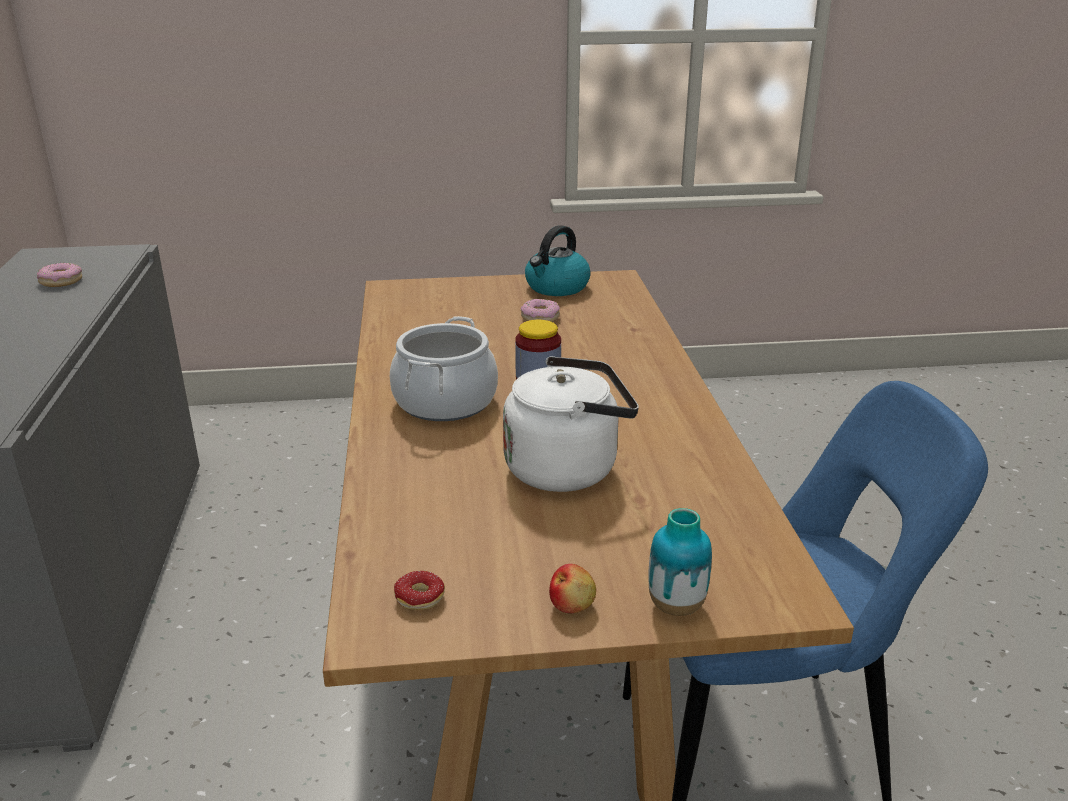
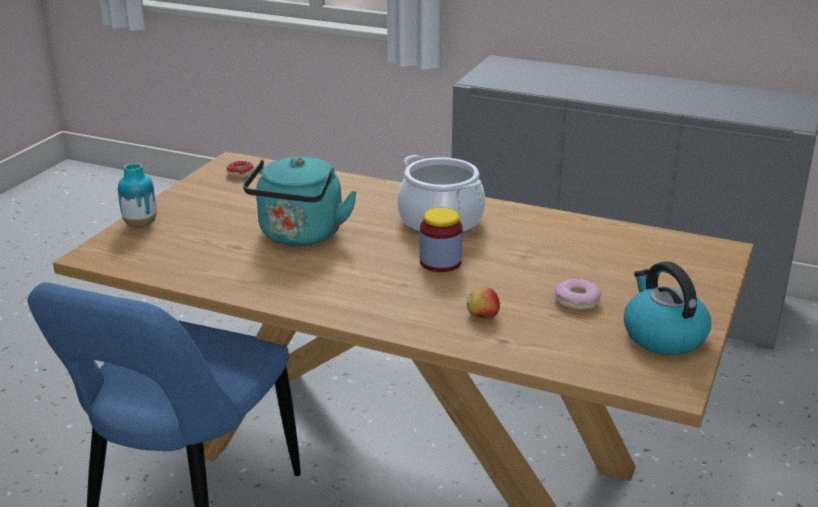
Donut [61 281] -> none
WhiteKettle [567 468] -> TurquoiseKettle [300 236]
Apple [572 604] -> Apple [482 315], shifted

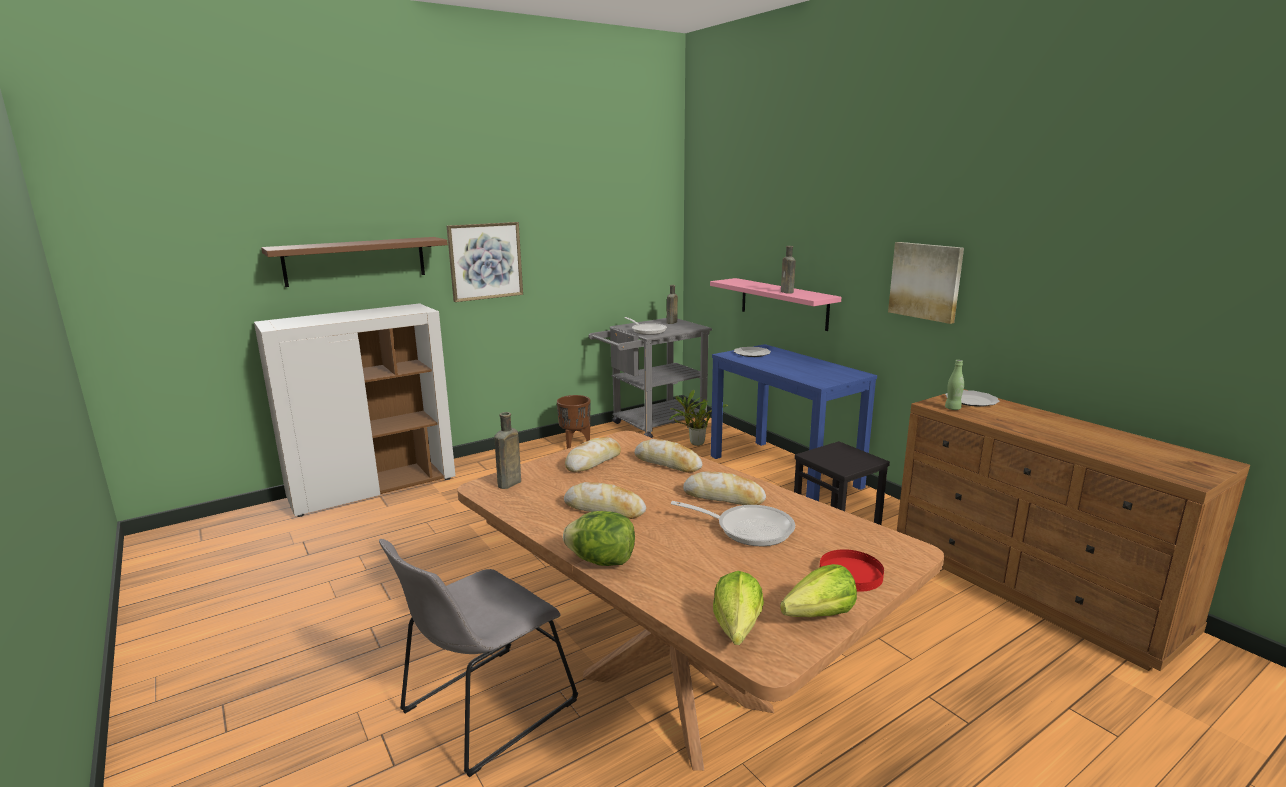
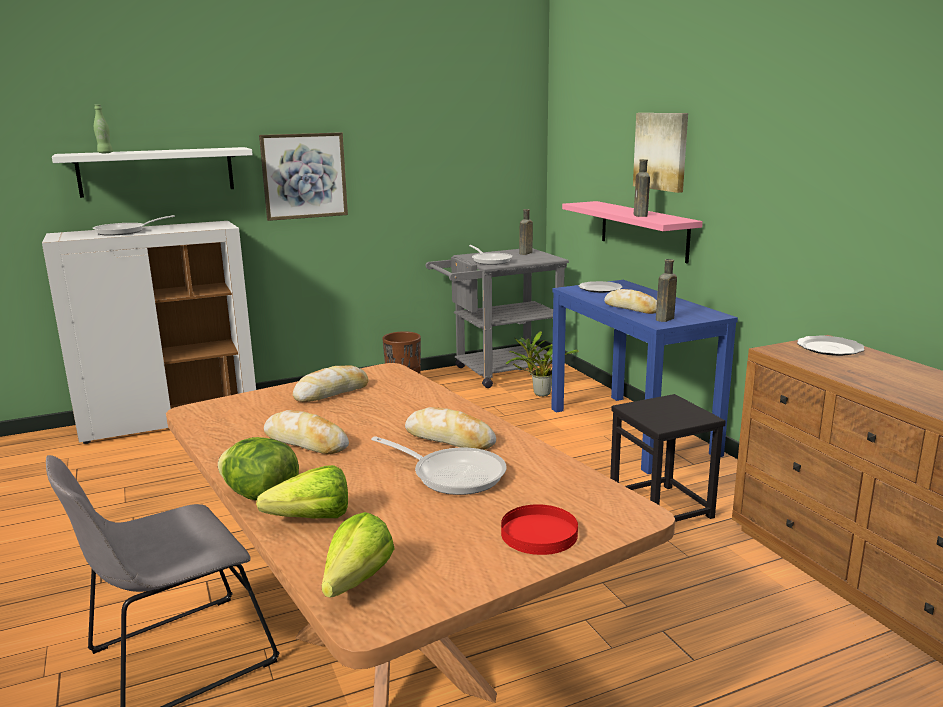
BrownShelf [355 261] -> WhiteShelf [156 171]
BrownBottle [508 484] -> BrownBottle [664 319], shifted
Bread [667 463] -> Bread [631 308], shifted
Lettuce [812 617] -> Lettuce [304 519], shifted
Picture [926 281] -> Picture [661 151], shifted
GreenBottle [952 408] -> GreenBottle [105 153], shifted
none -> FryingPan [125 231]

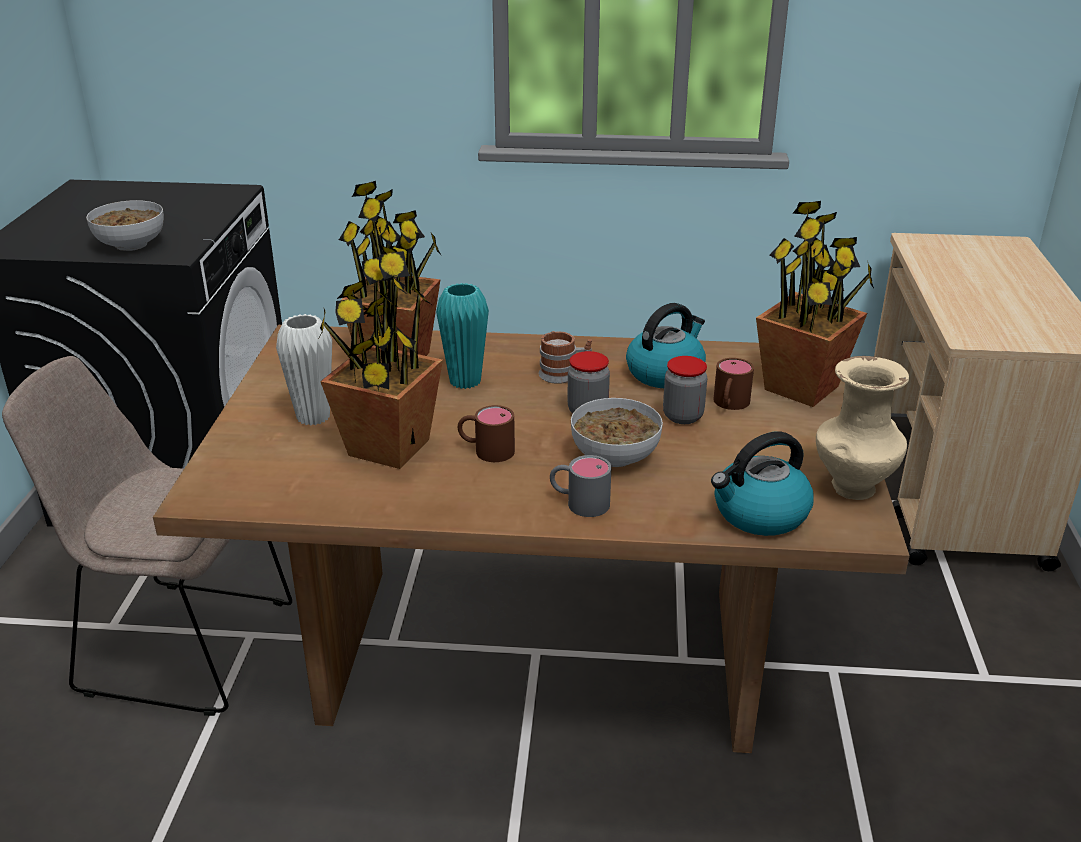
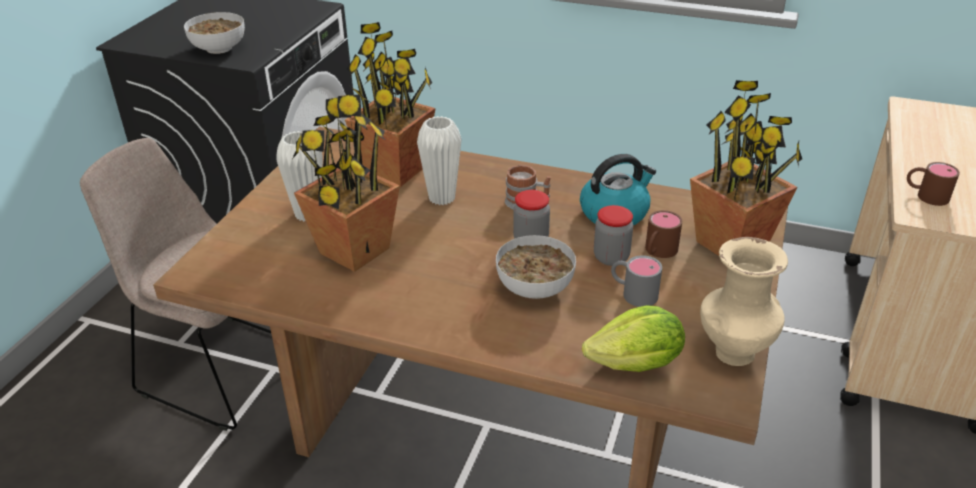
TurquoiseVase [465 381] -> WhiteVase [442 198]
BrownMug [486 450] -> BrownMug [925 195], shifted
GreyMug [579 502] -> GreyMug [633 292], shifted
Kettle [759 514] -> Lettuce [636 364]

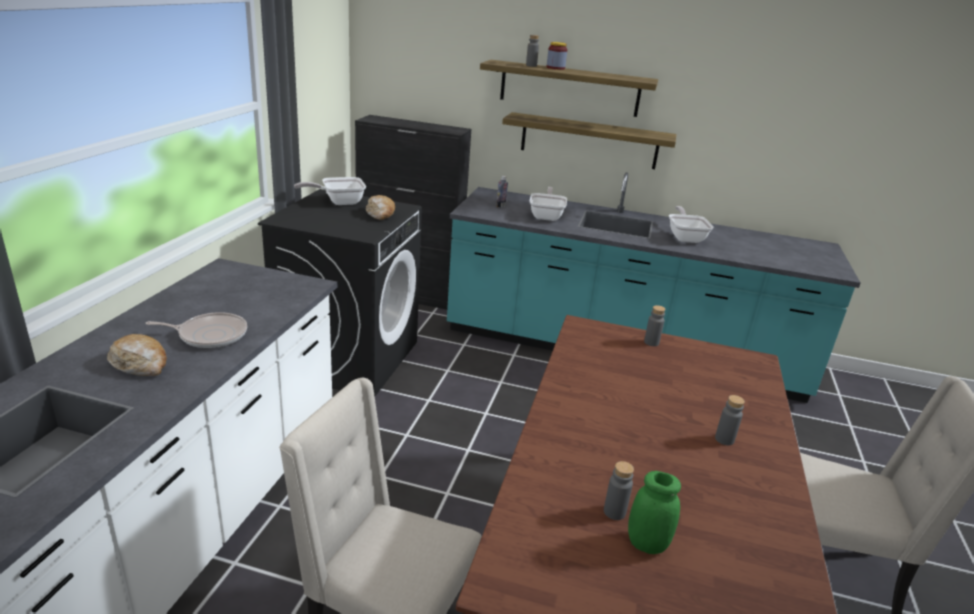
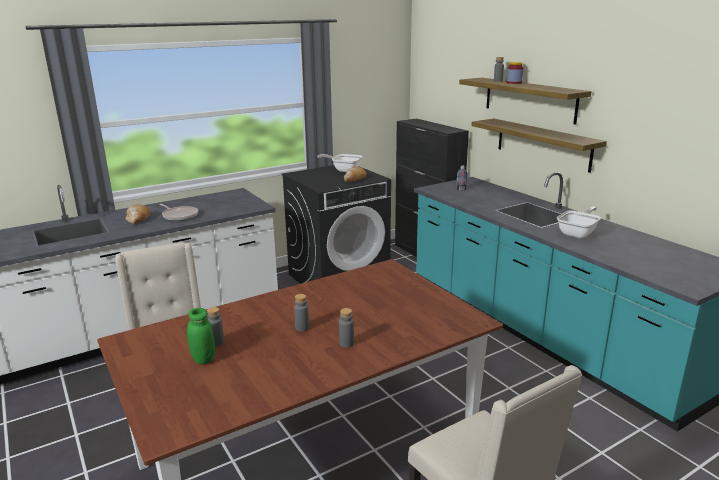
FryingPan [547 216] -> none
GreyBottle [651 342] -> GreyBottle [302 328], shifted

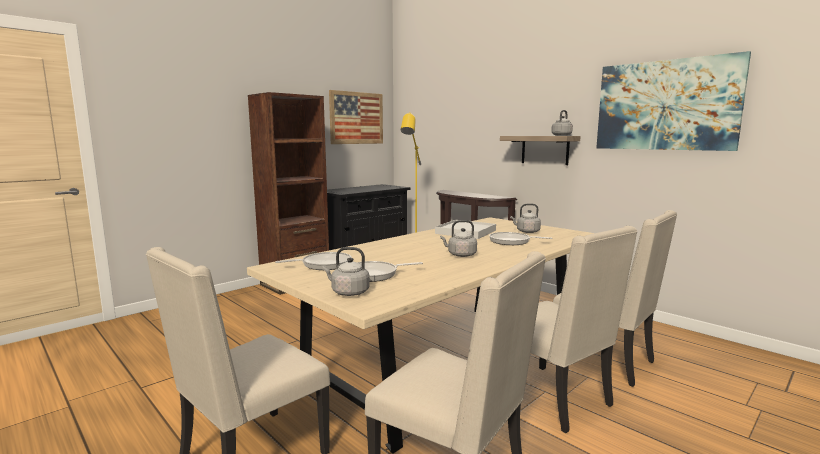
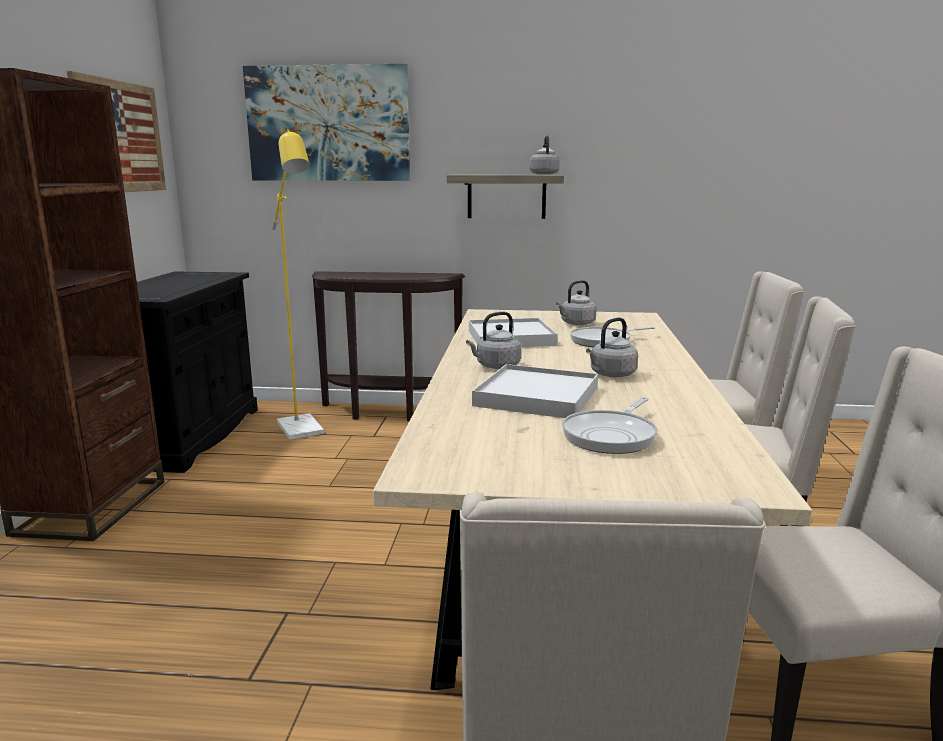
FryingPan [323 264] -> none
GreyKettle [348 292] -> GreyKettle [496 366], shifted
Picture [665 105] -> Picture [328 124], shifted
none -> WhiteTray [537 397]

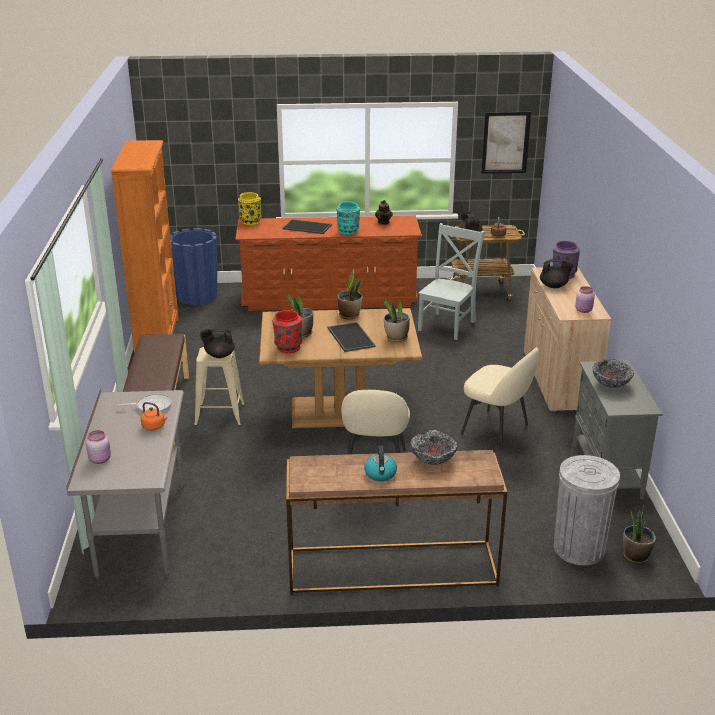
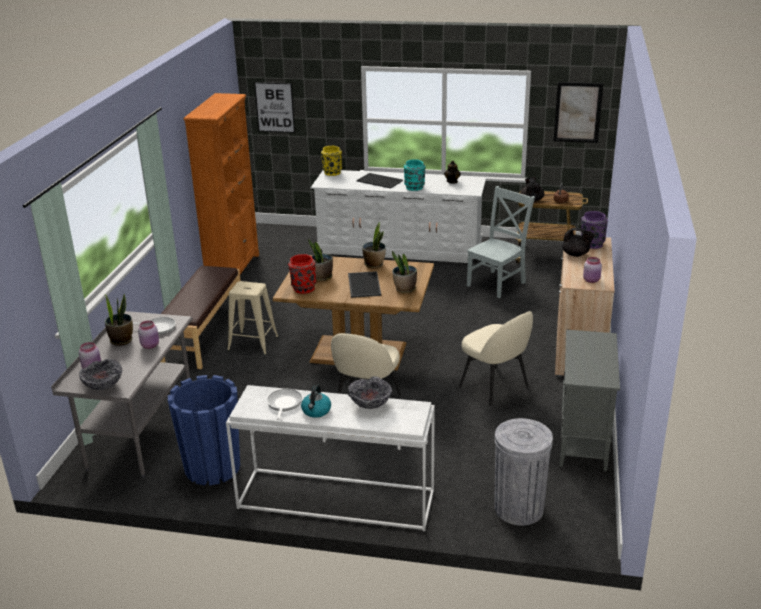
OrangeKettle [154 427] -> PinkJar [150 345]
BluePlanter [197 297] -> BluePlanter [212 467], shifted
BlackTeapot [219 355] -> none
BrownDresser [329 298] -> WhiteDresser [399 248]
BrownConsoleTable [391 569] -> WhiteConsoleTable [334 500]
Bowl [611 384] -> Bowl [103 386], shifted
PottedPlant [635 556] -> PottedPlant [121 340], shifted
none -> Picture [275 107]
none -> FryingPan [284 404]

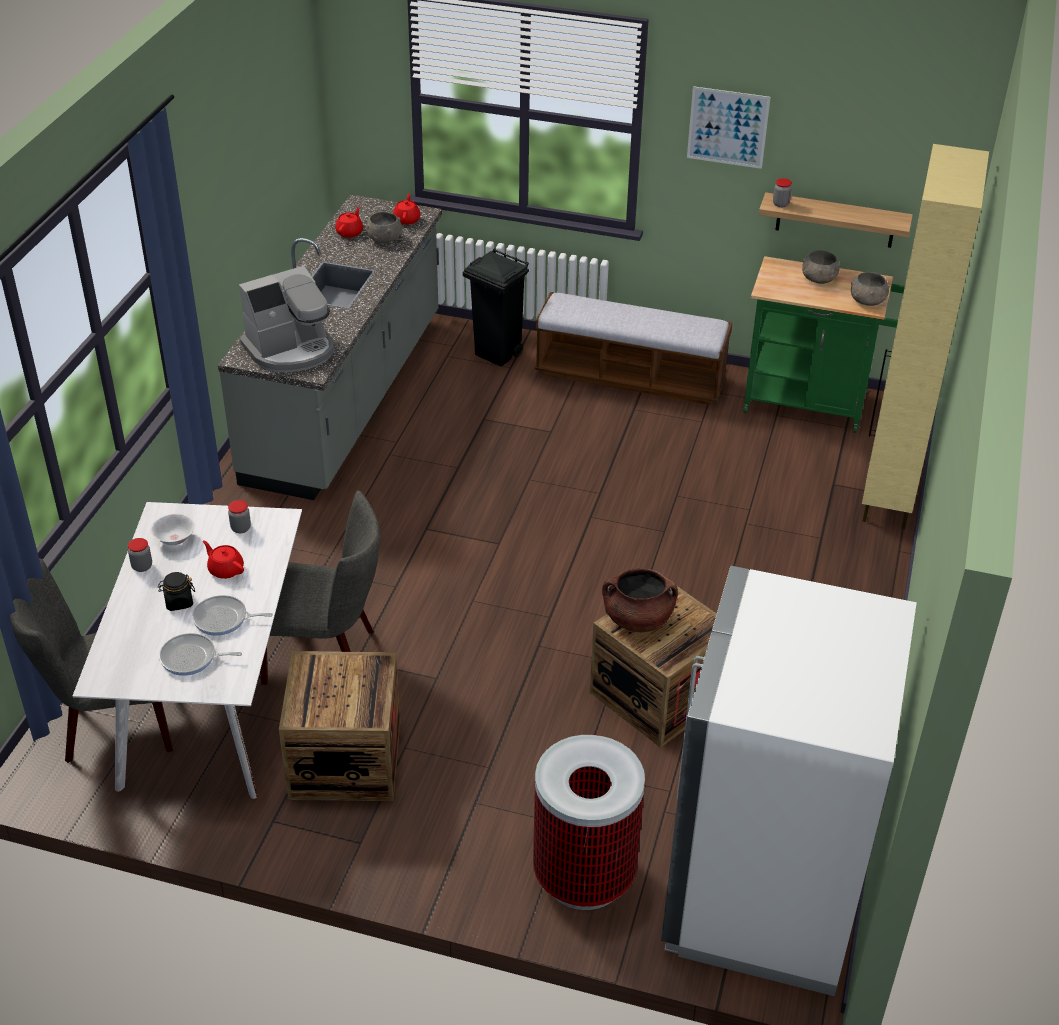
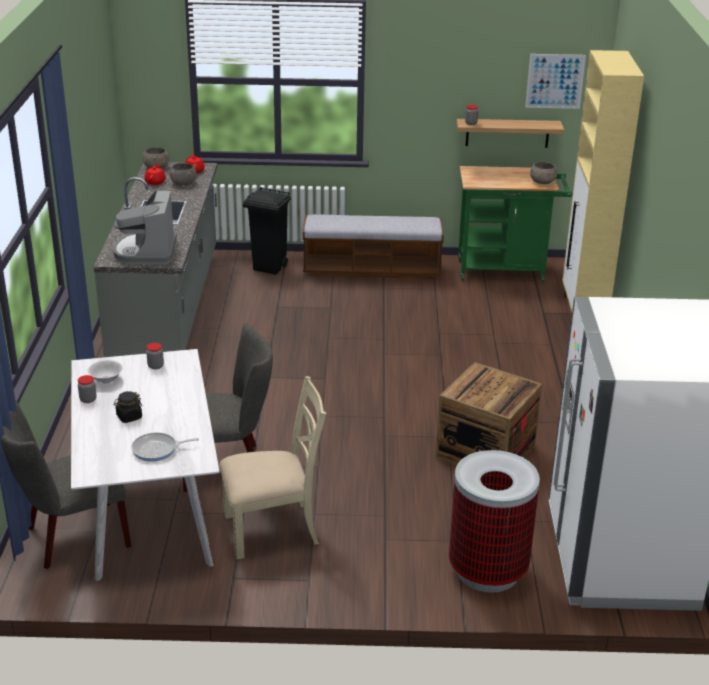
FryingPan [223 619] -> none
RedTeapot [225 569] -> none
CoffeeMachine [291 350] -> CoffeeMachine [146 252], 135 degrees clockwise
Crate [345 760] -> BeigeChair [272 529]
BrownCookingPot [637 619] -> none
Picture [727 127] -> Picture [555 81], shifted
GreyBowl [819 279] -> GreyBowl [156 167], shifted

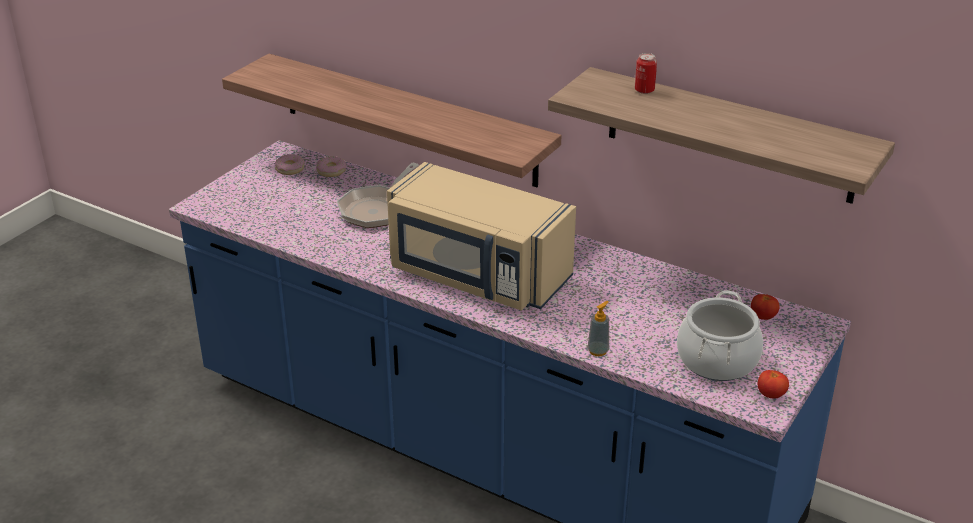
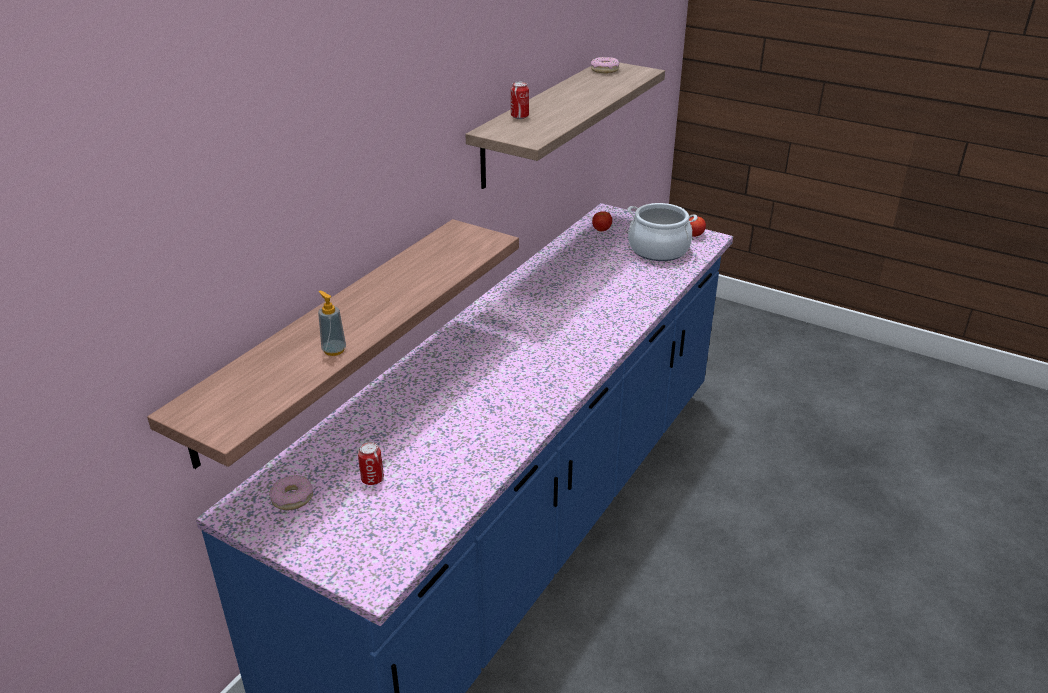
Donut [331 171] -> Donut [604 70], shifted
FryingPan [377 209] -> none
BeigeMicrowave [477 276] -> none
SoapDispenser [598 351] -> SoapDispenser [334 350], shifted
none -> Can [372 479]

